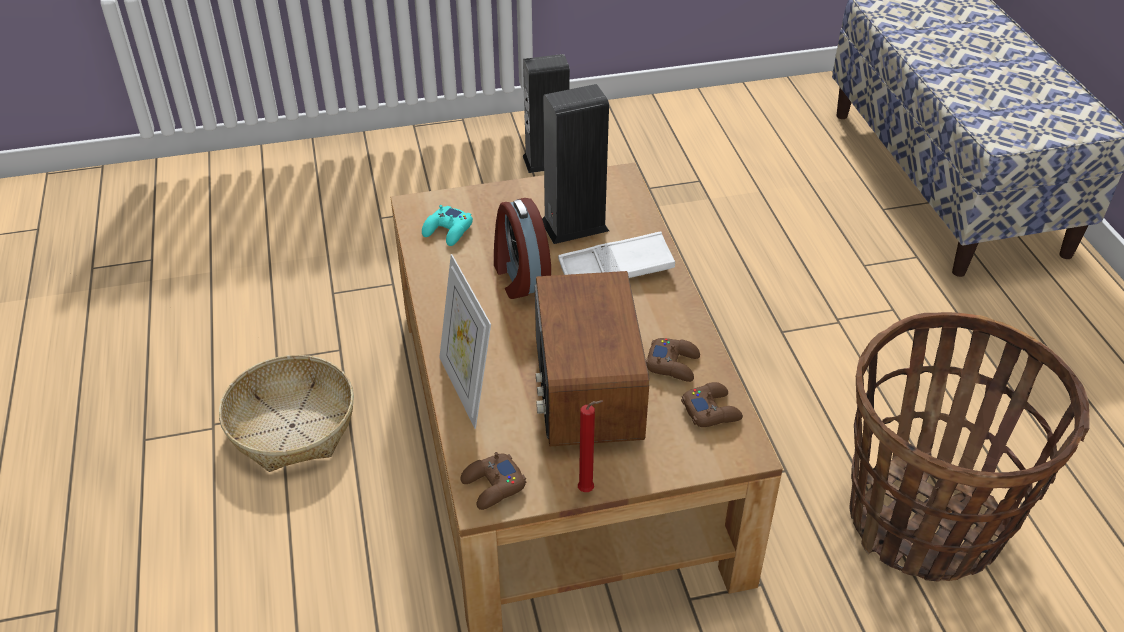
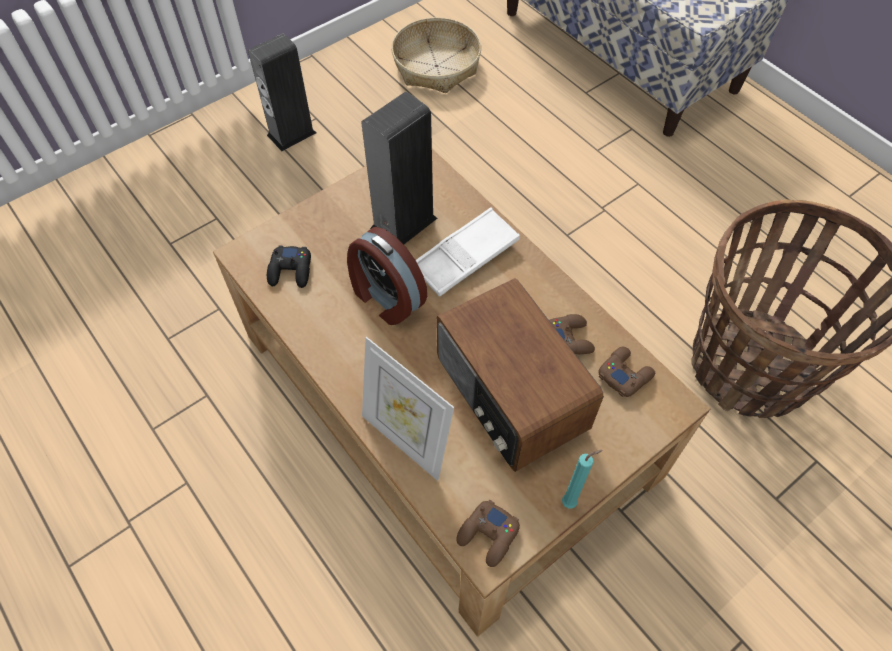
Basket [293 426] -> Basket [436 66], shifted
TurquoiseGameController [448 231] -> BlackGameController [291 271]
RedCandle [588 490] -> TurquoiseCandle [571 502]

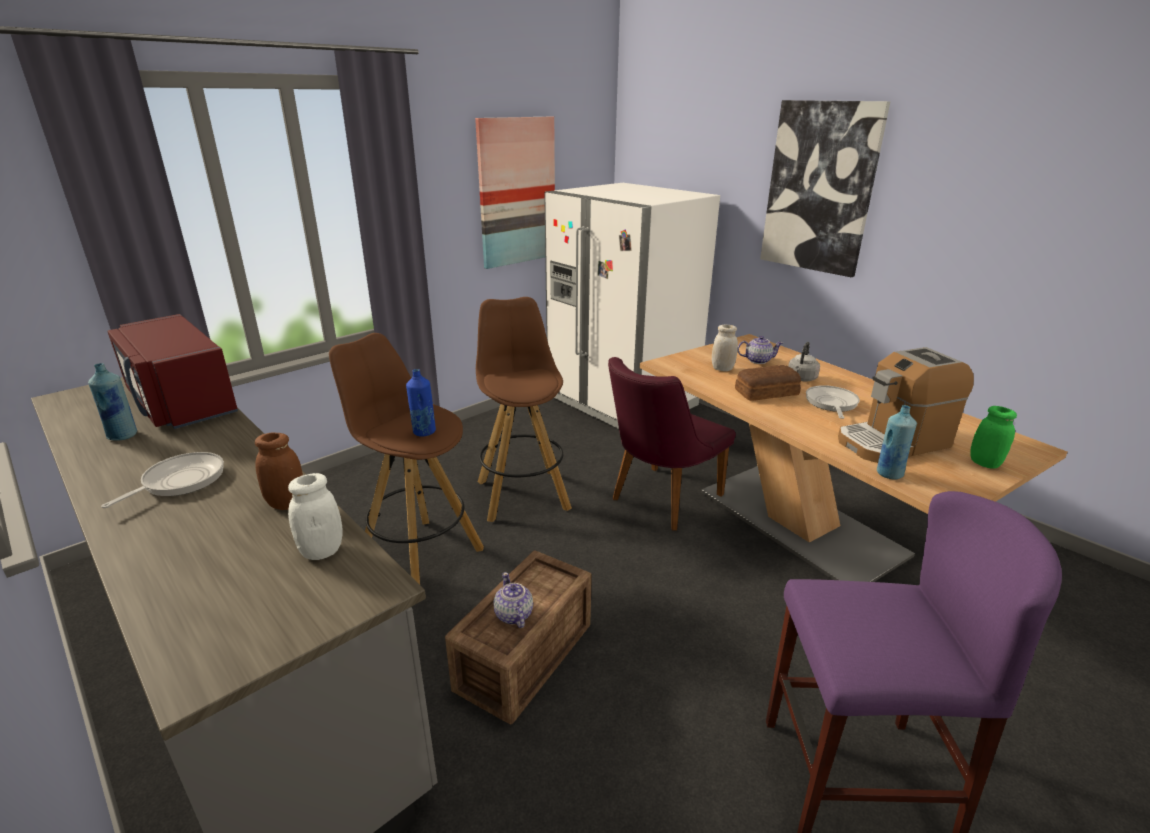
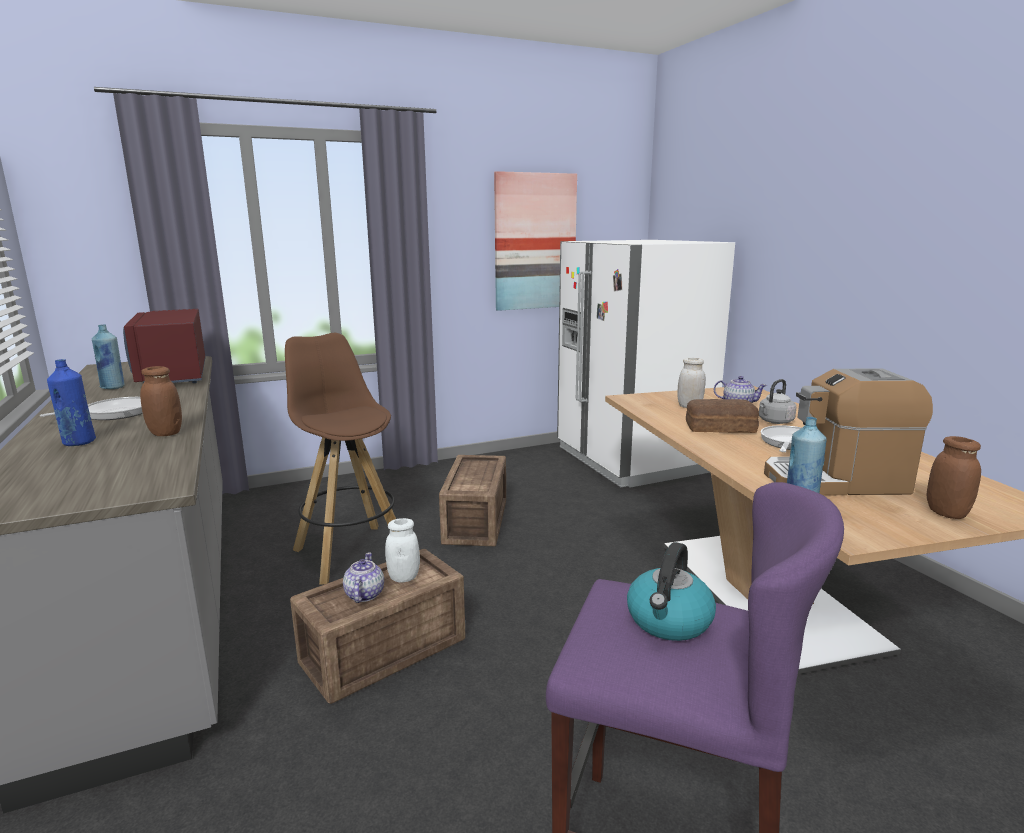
WhiteJar [322 551] -> WhiteJar [404 577], shifted
BlueBottle [424 432] -> BlueBottle [79 442], shifted
BrownStool [522 494] -> Crate [477 520]
PurpleChair [659 502] -> none
Picture [820 188] -> none
GreenJar [984 463] -> BrownJar [946 513]
none -> Kettle [669 621]

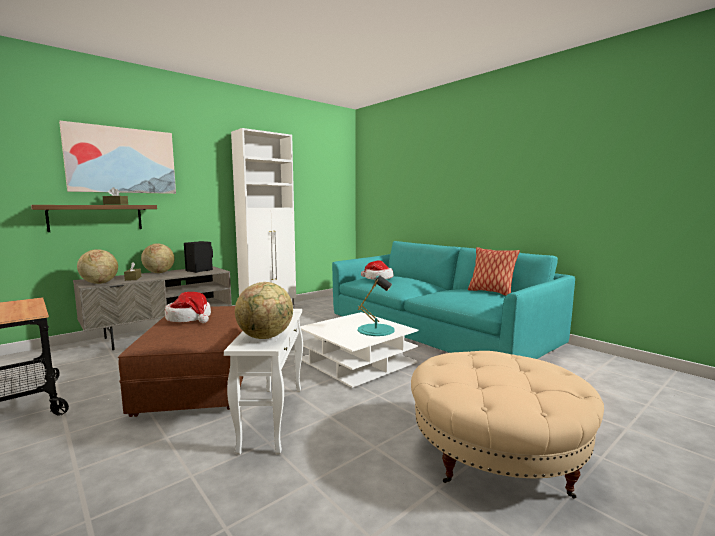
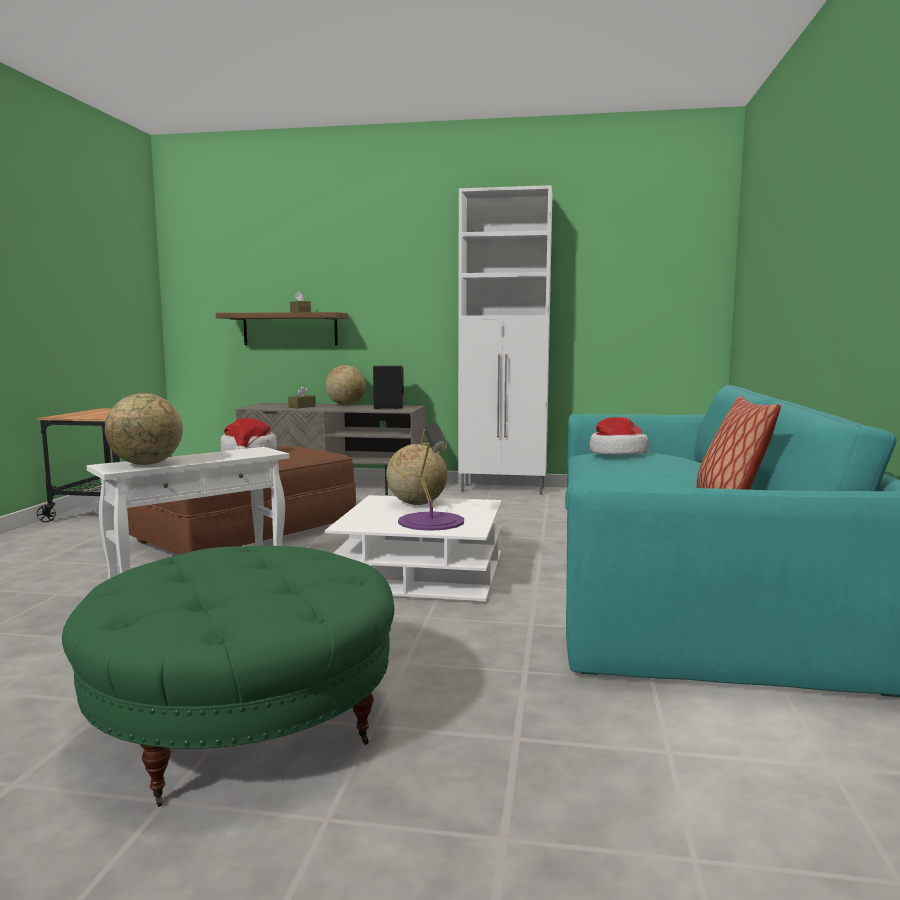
Picture [122 160] -> none
Globe [99 283] -> Globe [416 503], shifted
TurquoiseTableLamp [376 330] -> PurpleTableLamp [431 521]
BeigeOttoman [496 453] -> GreenOttoman [244 722]

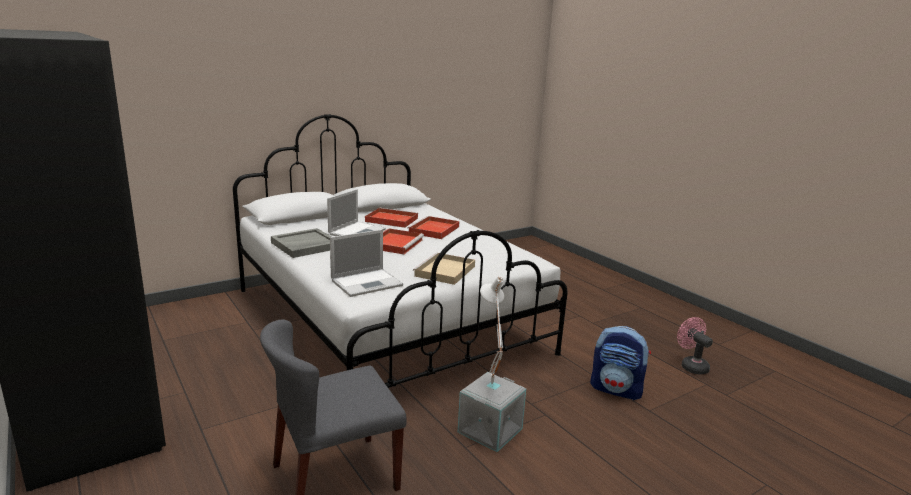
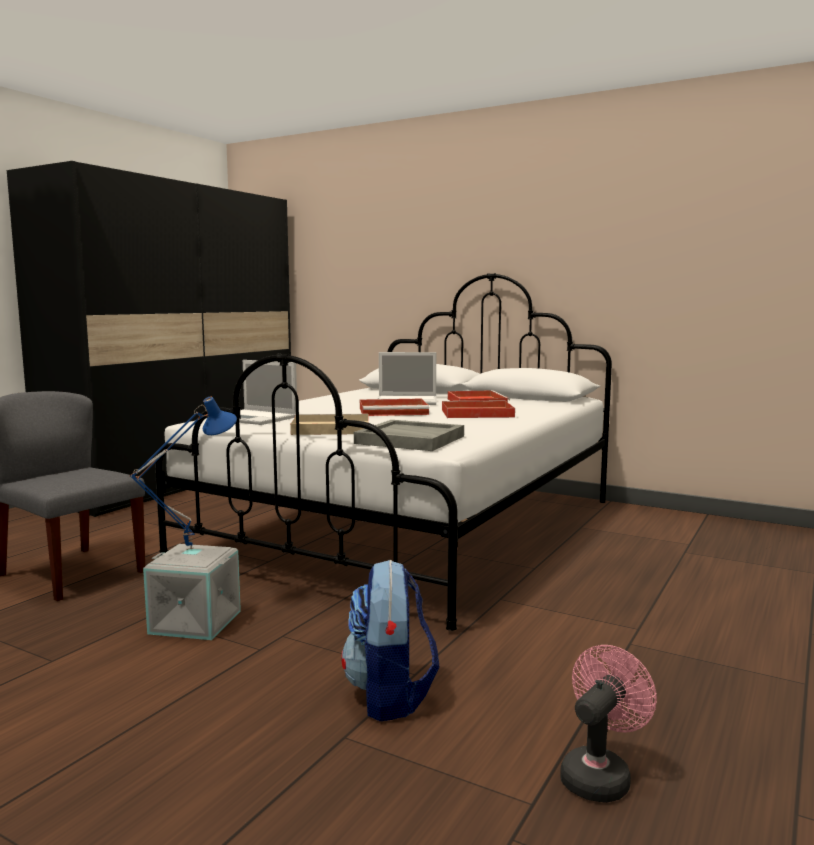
GreyTray [305 245] -> GreyTray [409 440], shifted
WhiteTableLamp [489 385] -> BlueTableLamp [189 548]

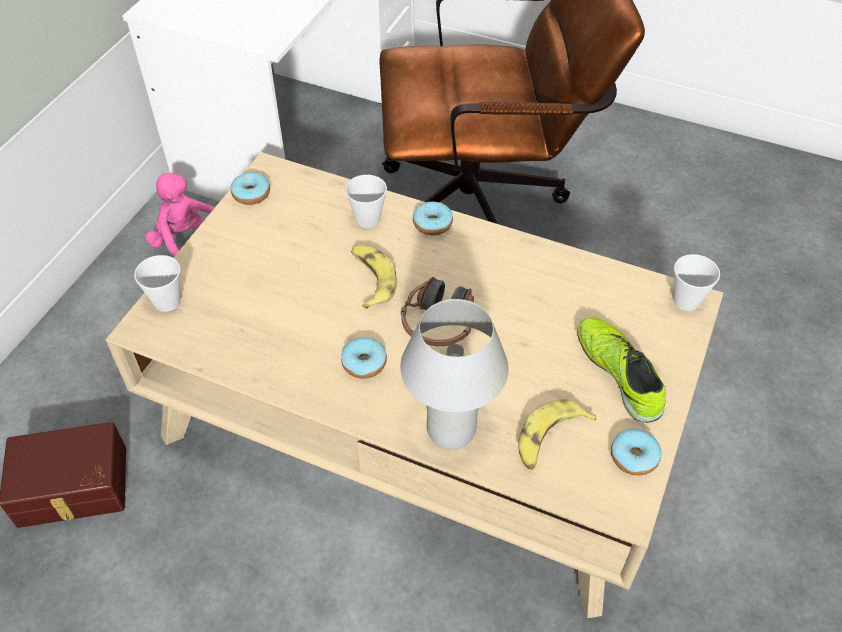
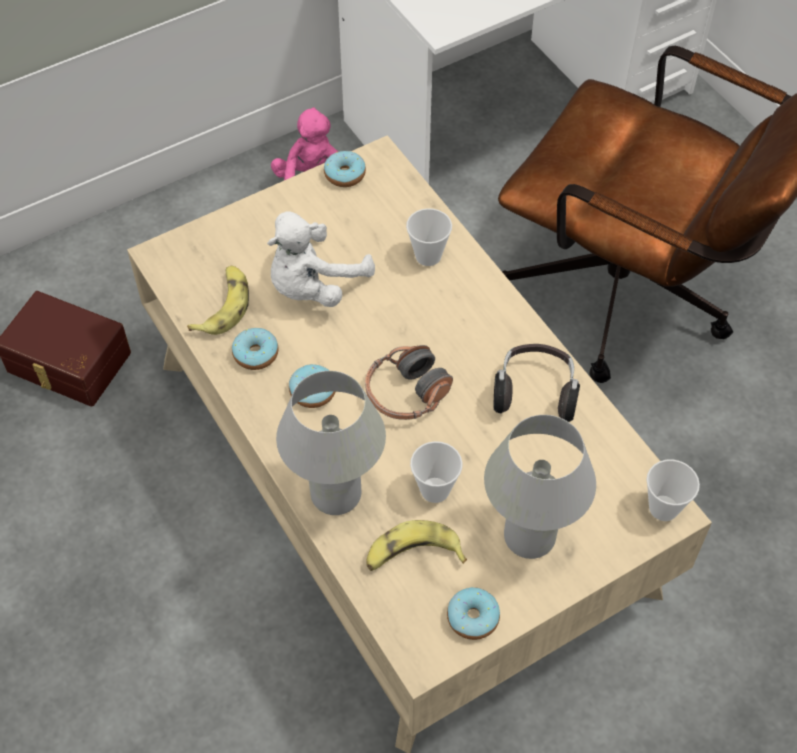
Cup [167 302] -> Cup [435 490], shifted
Banana [371 280] -> Banana [224 306], shifted
Donut [432 224] -> Donut [256 354], shifted
Shoe [619 374] -> WhiteTableLamp [529 537]
none -> WhitePlushToy [314 285]
none -> Headphones [535 392]

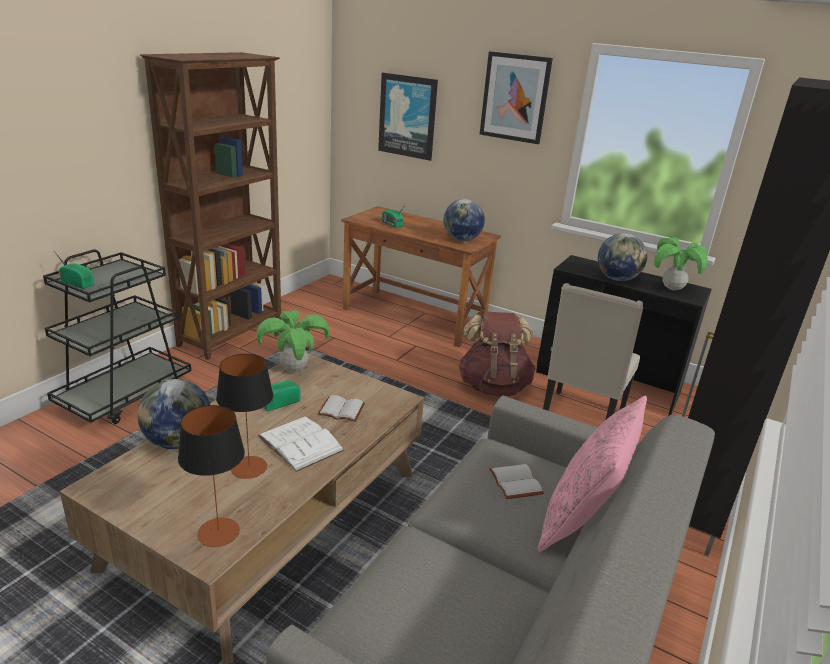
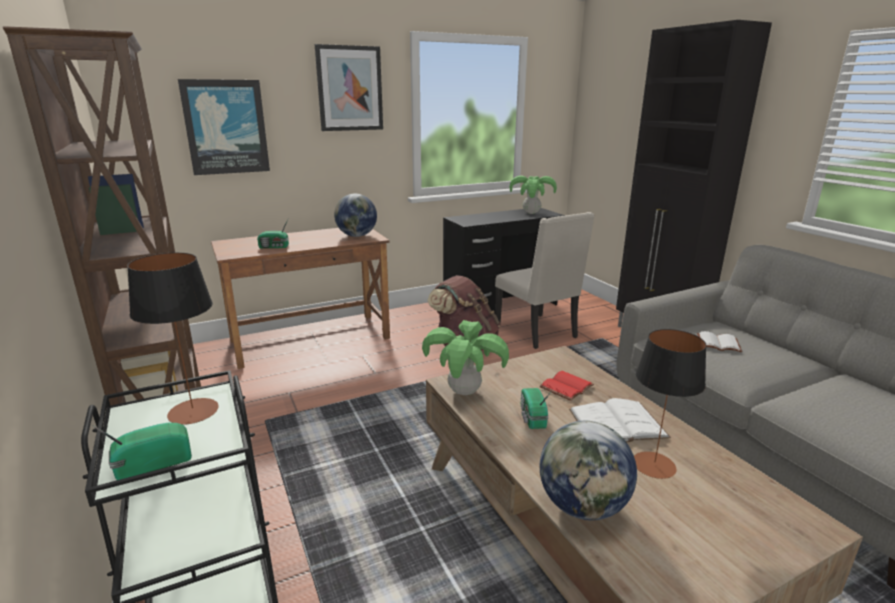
TableLamp [218 532] -> TableLamp [193 411], shifted
WhiteBook [340 411] -> RedBook [567 388]
PinkPillow [582 519] -> none
Globe [617 279] -> none

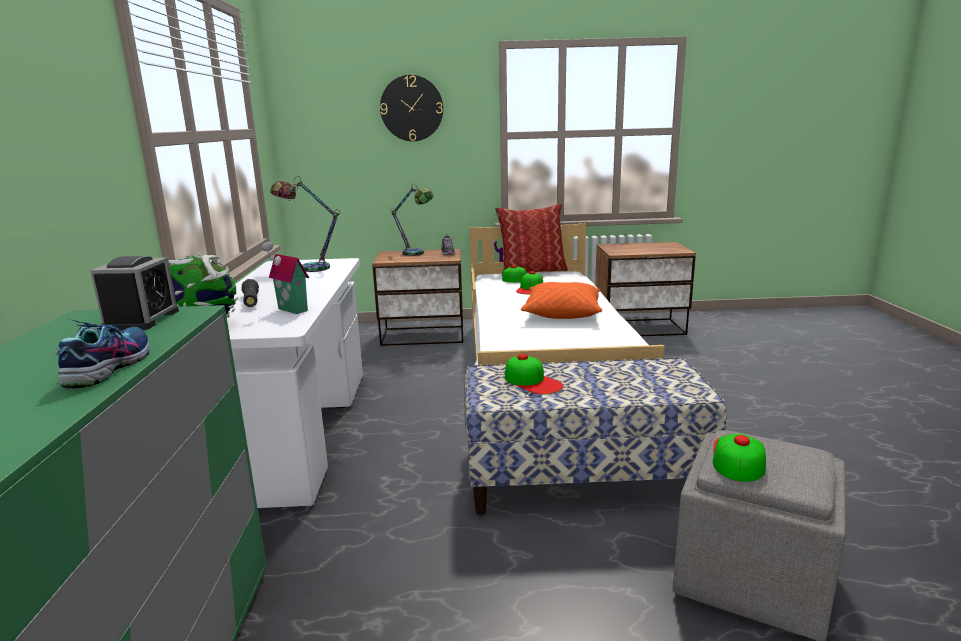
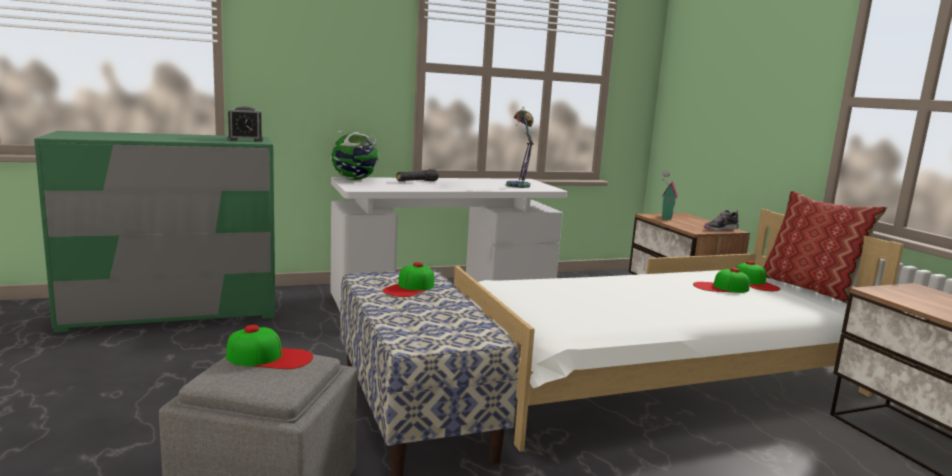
Shoe [108 366] -> none
ToyHouse [290 310] -> ToyHouse [665 217], shifted
WallClock [411 108] -> none
TableLamp [416 254] -> none
OrangePillow [562 313] -> none

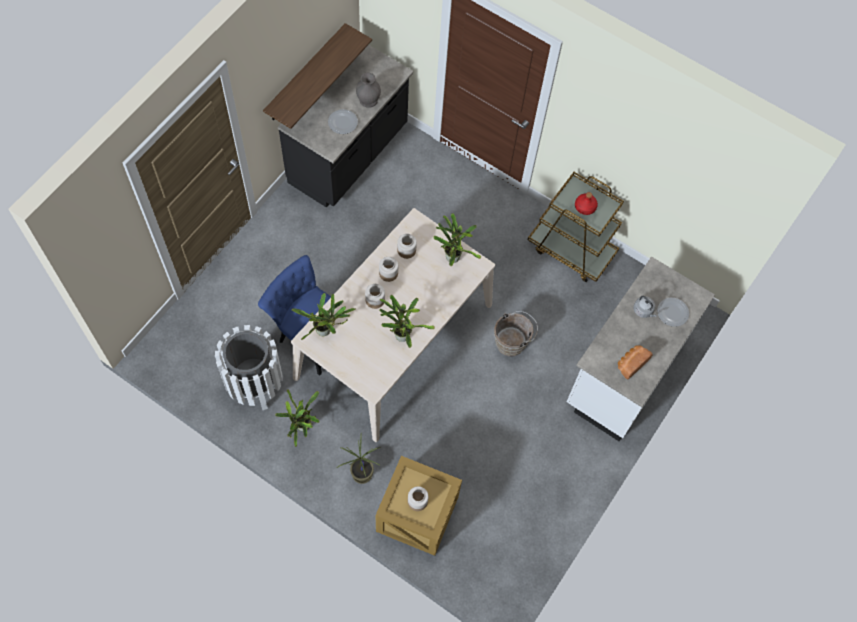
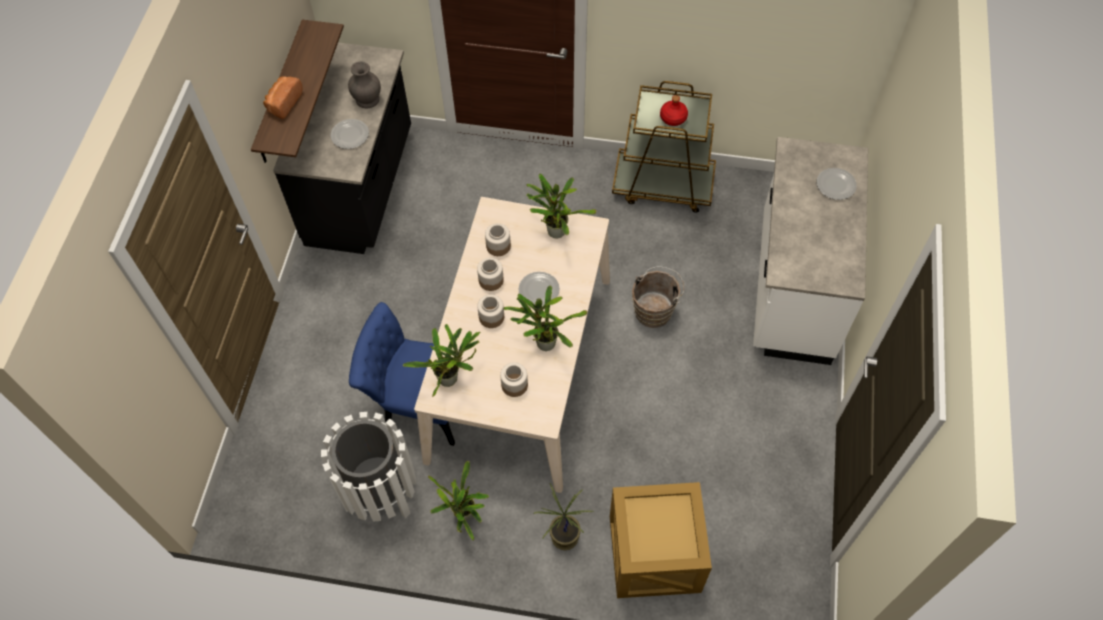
Jar [417 501] -> Jar [514 385], shifted
Bread [631 363] -> Bread [283 103], shifted
GreyKettle [643 311] -> none
none -> Plate [538 290]

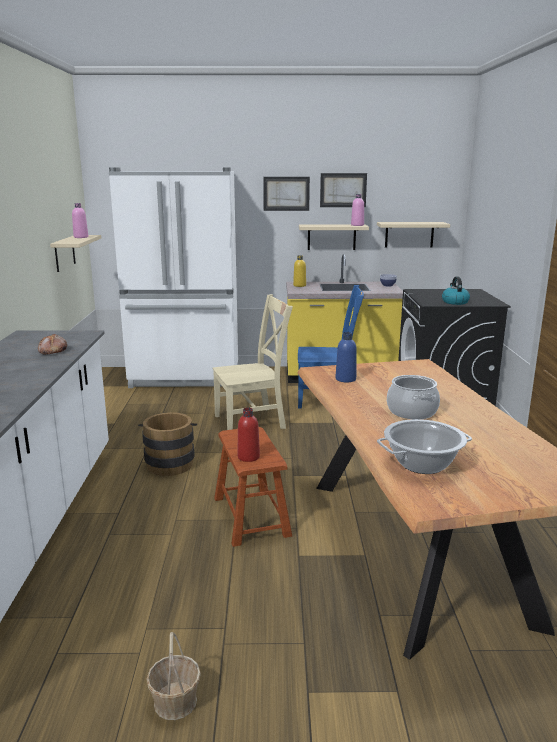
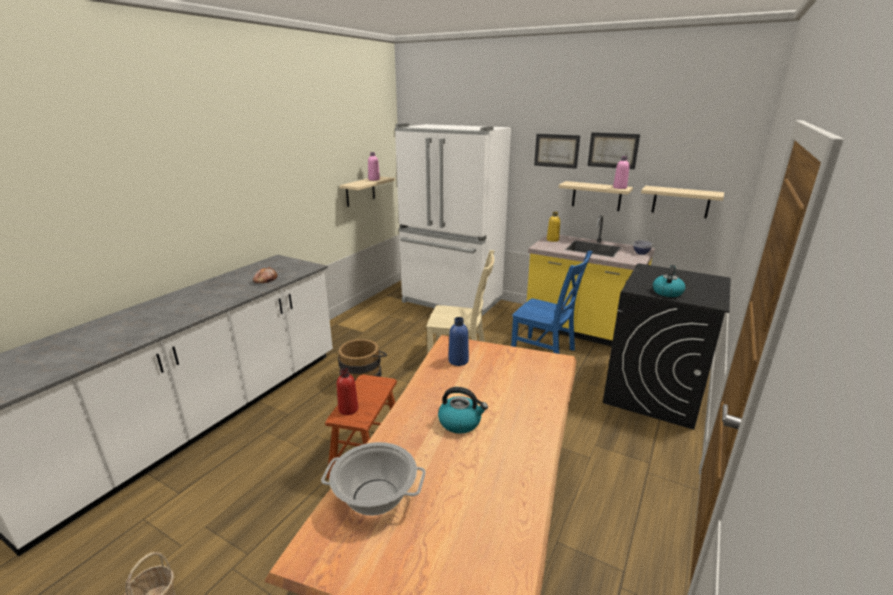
CookingPot [411 411] -> Kettle [460 422]

